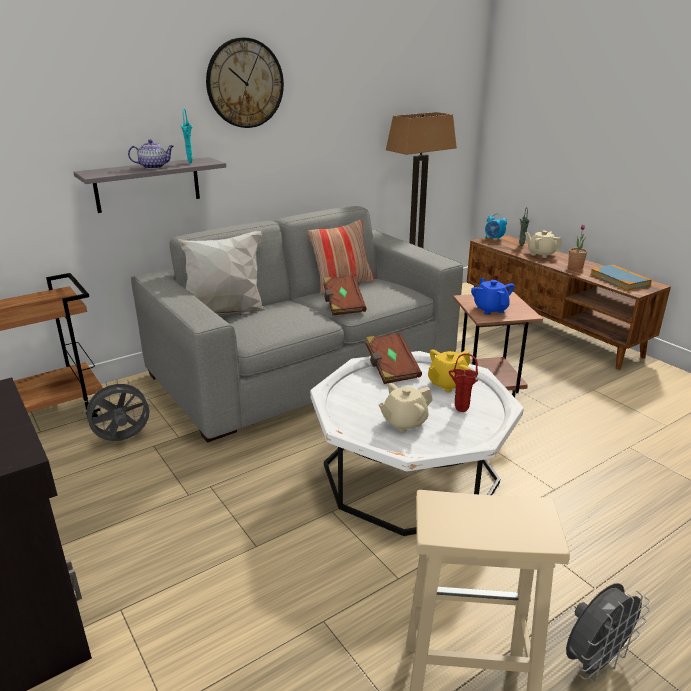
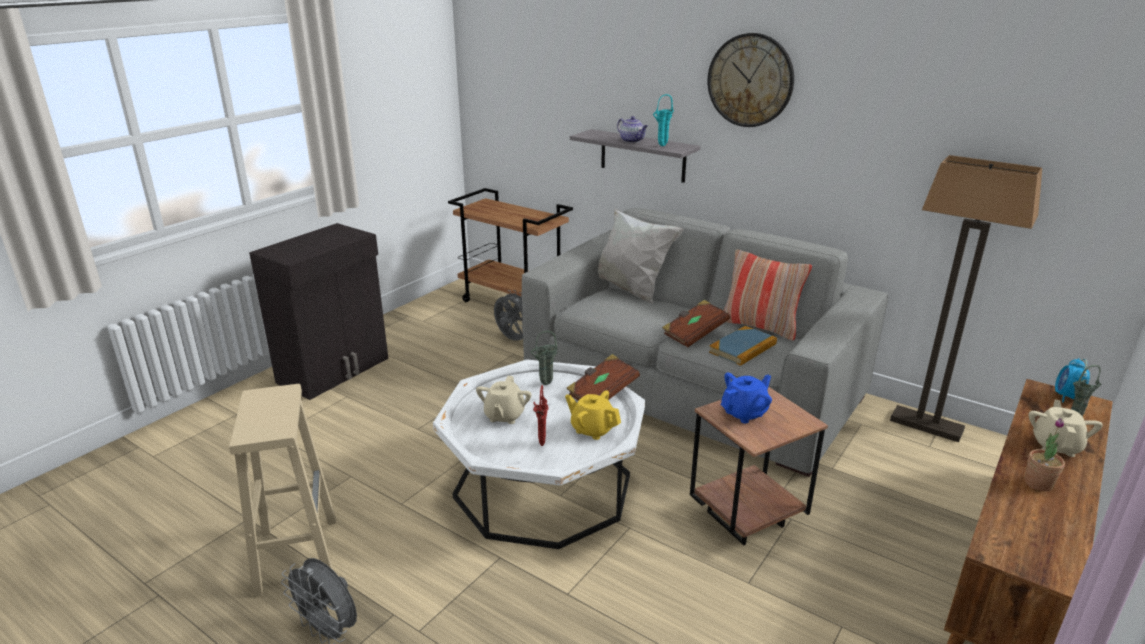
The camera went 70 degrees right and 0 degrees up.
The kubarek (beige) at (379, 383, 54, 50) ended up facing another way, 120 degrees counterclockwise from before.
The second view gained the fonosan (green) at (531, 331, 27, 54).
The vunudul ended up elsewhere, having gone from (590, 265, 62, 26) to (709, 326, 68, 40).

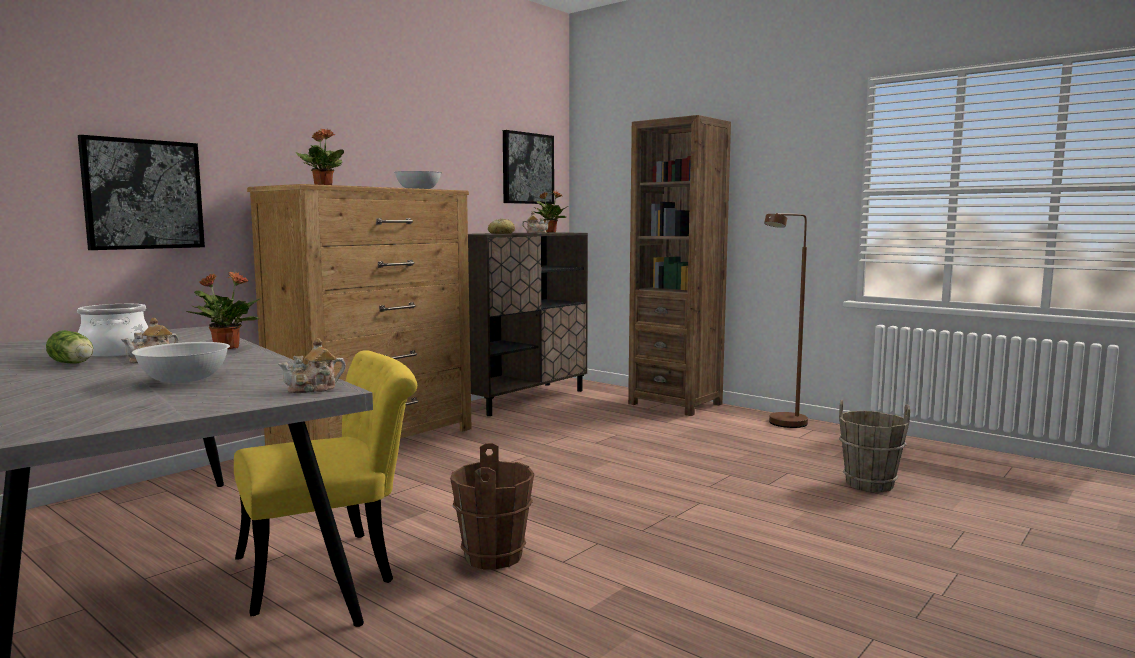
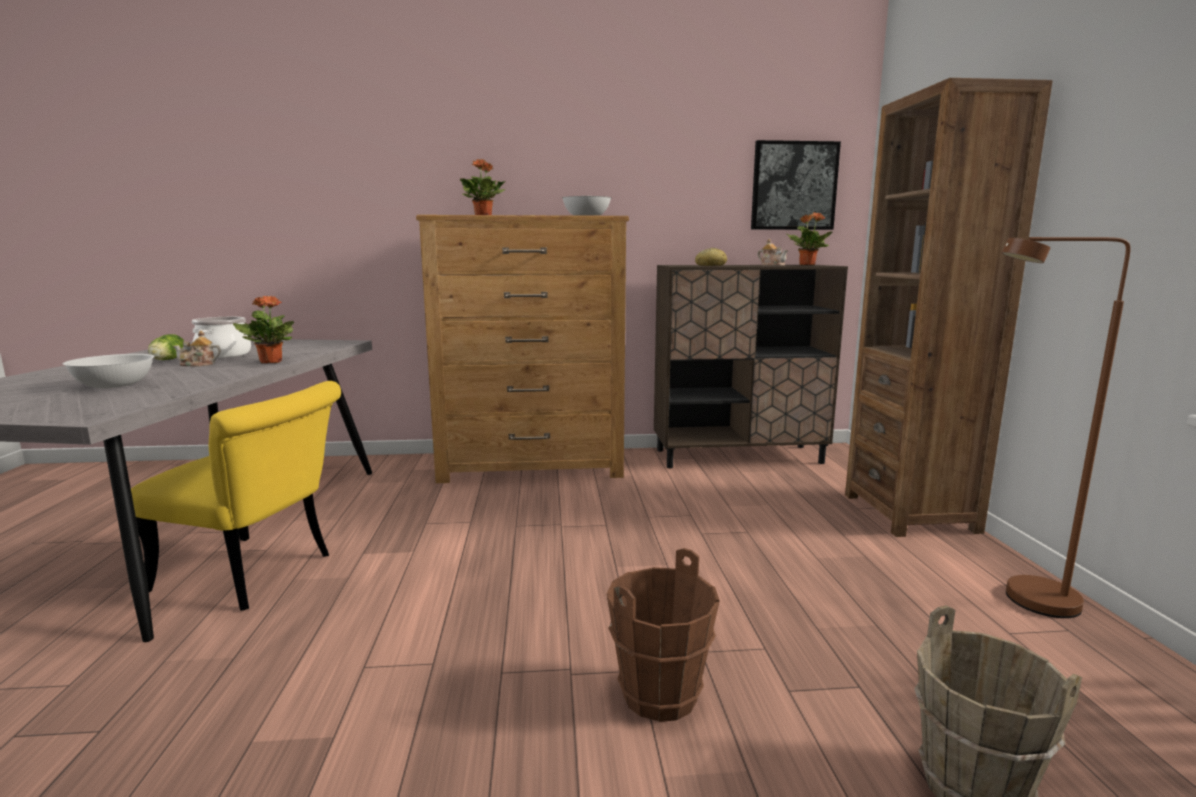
The camera went 45 degrees right and 5 degrees up.
The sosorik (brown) ended up elsewhere, having gone from (450, 443, 84, 127) to (607, 548, 112, 174).
The second view lost the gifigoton at (78, 135, 127, 115).
The second view lost the kubarek at (278, 338, 68, 55).

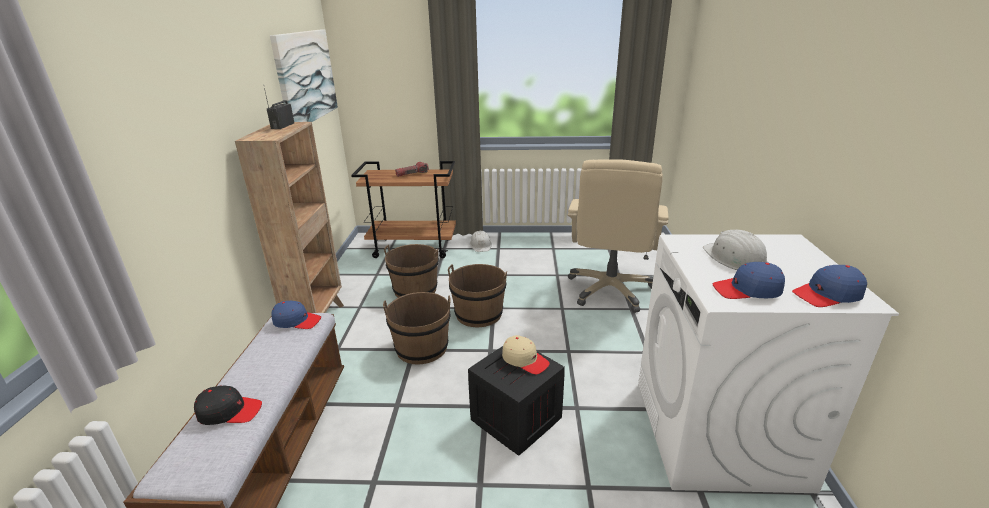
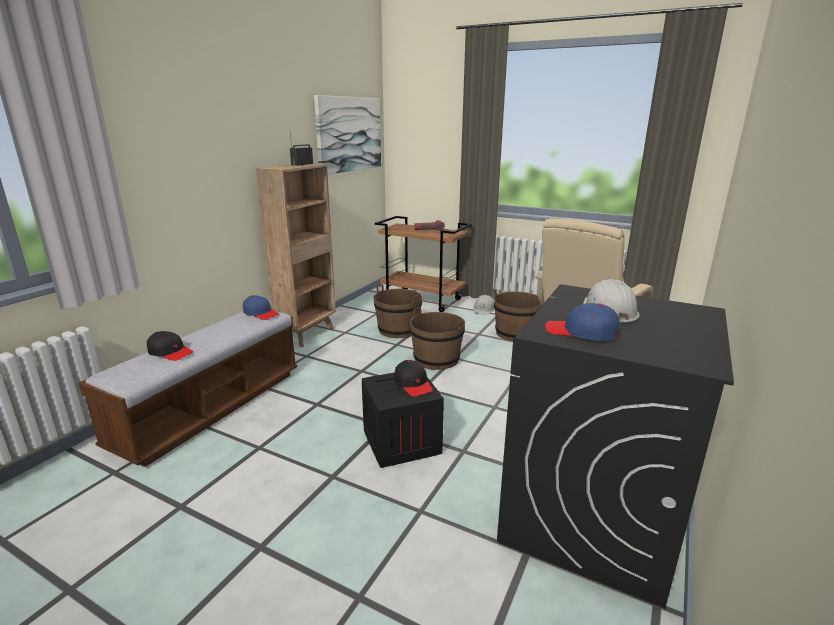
The camera went 25 degrees right and 5 degrees down.
What was the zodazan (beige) at (502, 335, 48, 39) turned into the zodazan (black) at (394, 360, 39, 37).
The sosorik (brown) ended up elsewhere, having gone from (383, 292, 68, 73) to (494, 289, 48, 52).
What was the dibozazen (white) at (638, 234, 261, 259) turned into the dibozazen (black) at (497, 284, 237, 324).
The second view lost the zodazan (blue) at (792, 265, 75, 42).

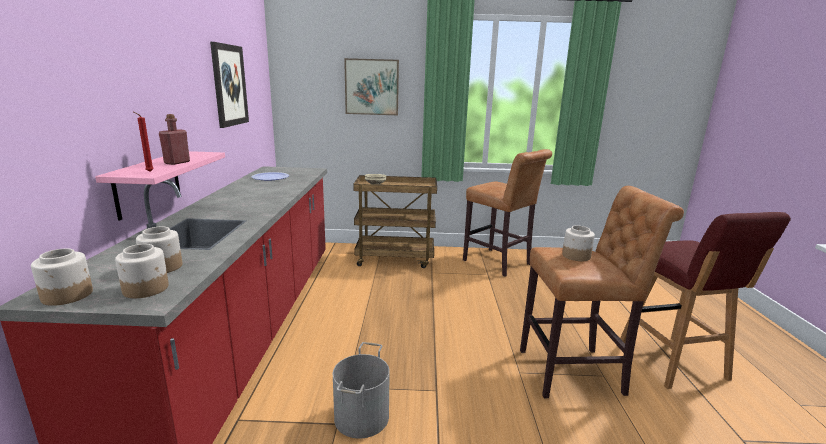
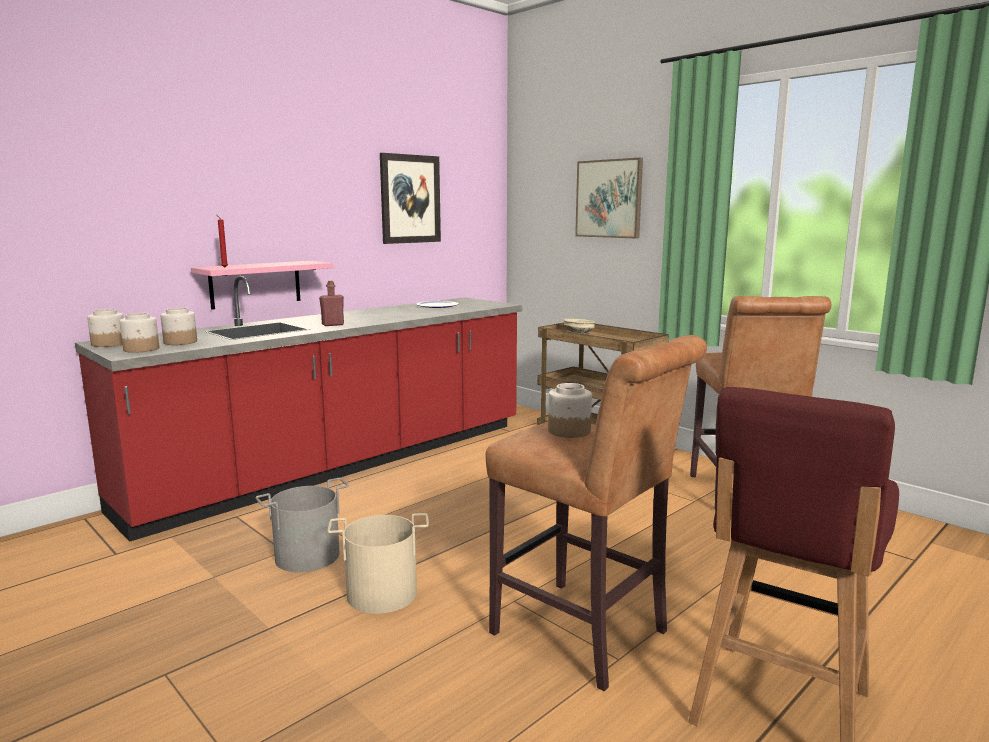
The camera went 45 degrees right and 5 degrees down.
The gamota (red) ended up elsewhere, having gone from (159, 114, 31, 51) to (319, 281, 25, 45).
The second view gained the sosorik (beige) at (328, 513, 101, 101).

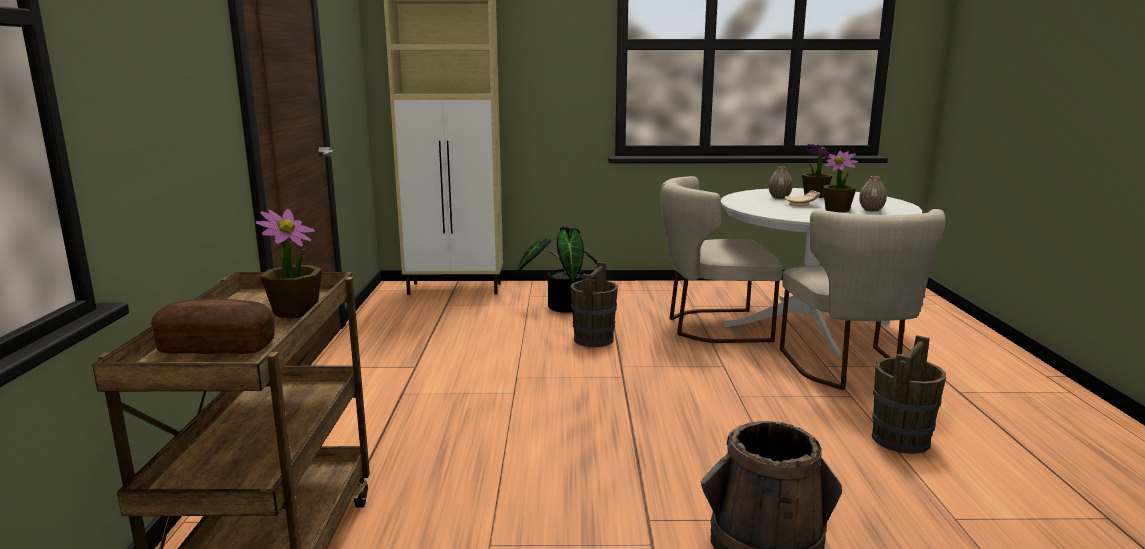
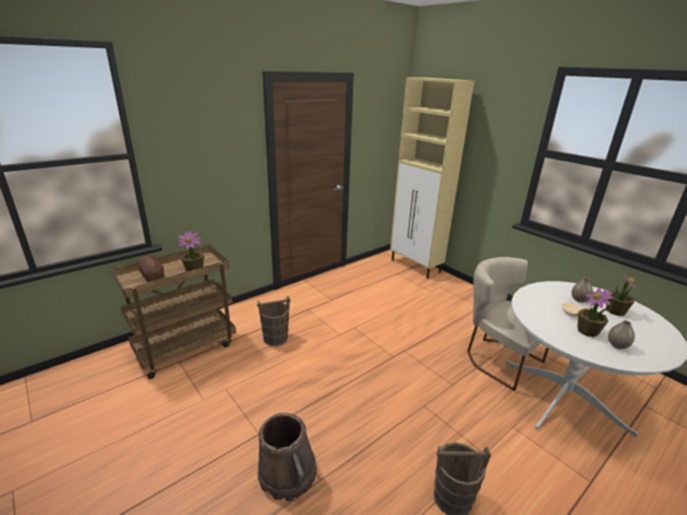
The camera went 50 degrees right and 10 degrees up.
The sosorik (brown) ended up elsewhere, having gone from (571, 262, 47, 85) to (257, 296, 34, 50).
The second view lost the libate at (516, 227, 81, 86).
The second view lost the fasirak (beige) at (780, 209, 166, 181).

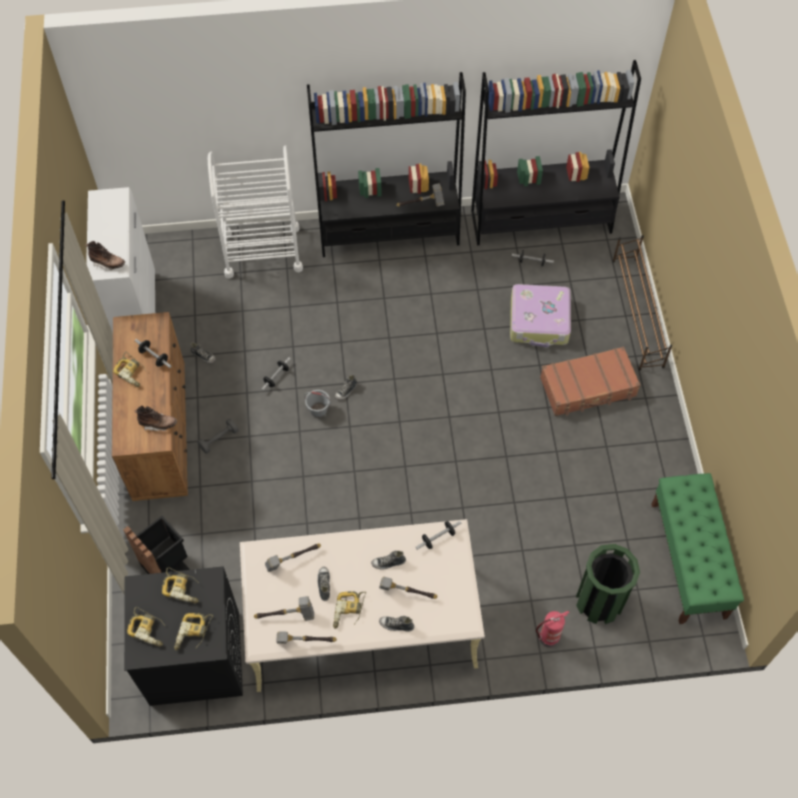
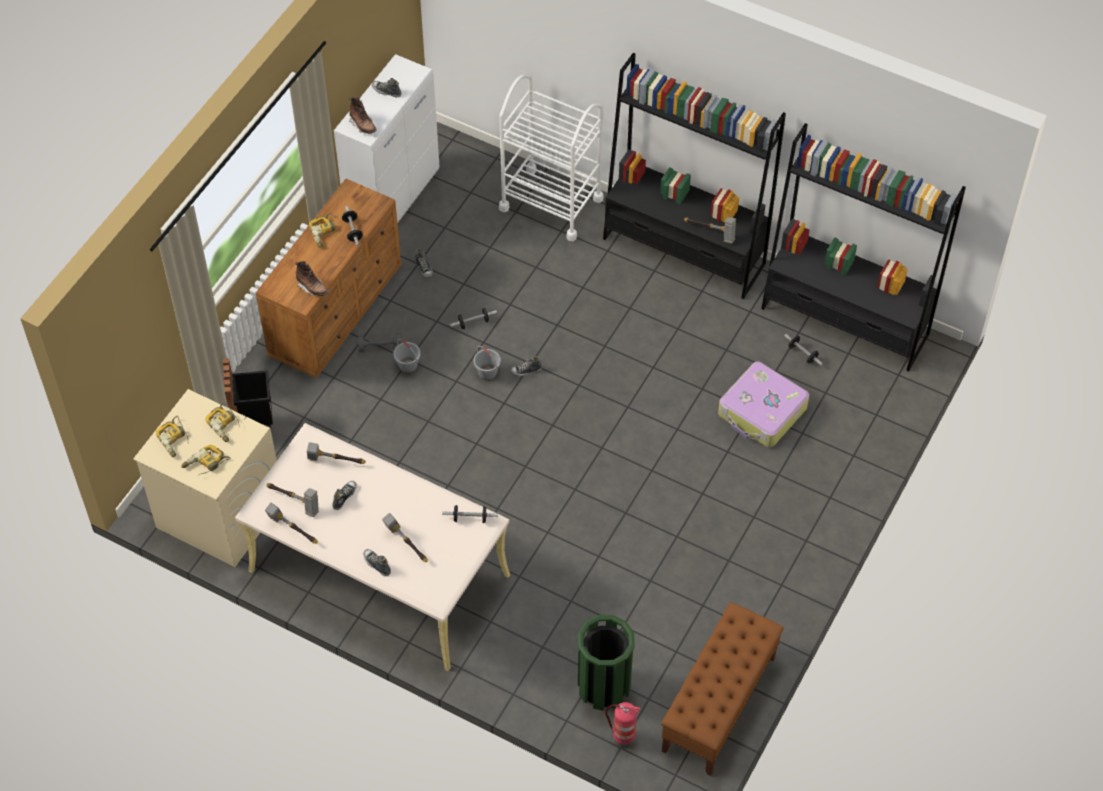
The camera went 35 degrees right and 5 degrees down.
What was the dibozazen (black) at (124, 566, 119, 140) turned into the dibozazen (beige) at (133, 389, 144, 178).
The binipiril ended up elsewhere, having gone from (371, 551, 35, 19) to (372, 78, 29, 19).
The second view gained the sosorik (grey) at (393, 339, 28, 35).
The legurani ended up elsewhere, having gone from (536, 611, 33, 37) to (605, 702, 36, 46).
What was the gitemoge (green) at (651, 473, 93, 151) turned into the gitemoge (brown) at (661, 602, 123, 174).
The second view lost the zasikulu at (333, 591, 33, 38).
The second view lost the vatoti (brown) at (540, 347, 100, 69).
The second view lost the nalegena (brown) at (612, 235, 60, 135).

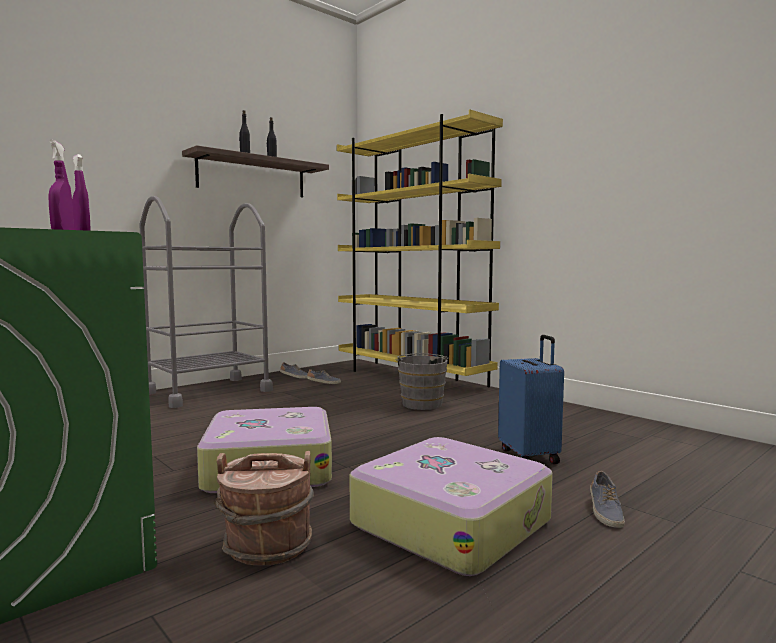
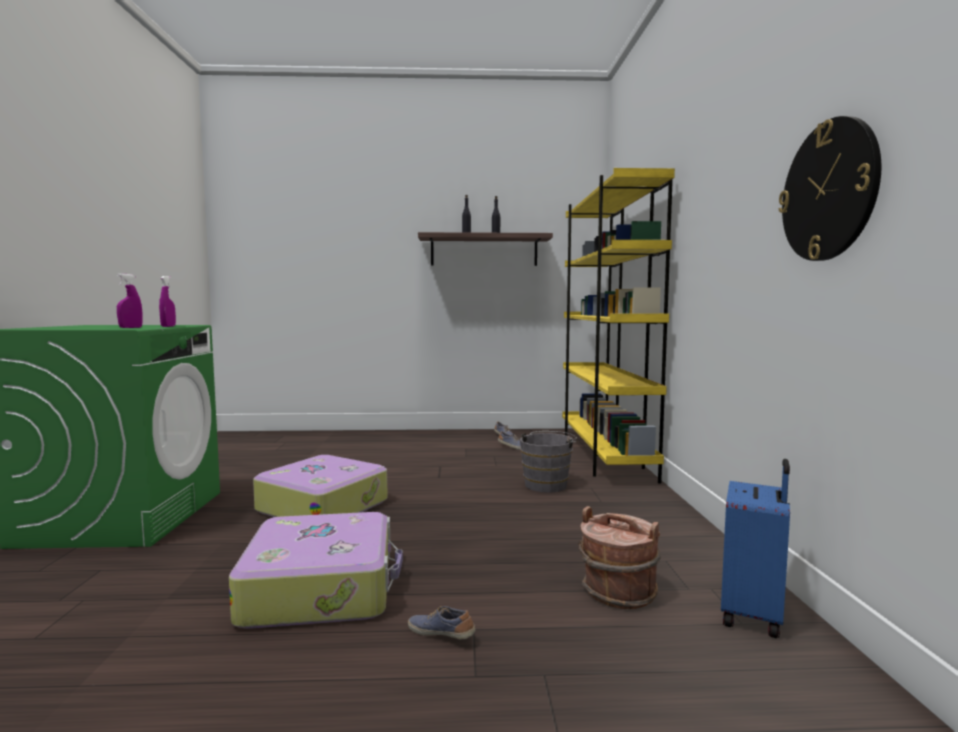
The camera went 40 degrees right and 0 degrees up.
The binipiril at (590, 471, 35, 57) ended up facing another way, 75 degrees clockwise from before.
The sosorik (brown) ended up elsewhere, having gone from (214, 451, 100, 114) to (578, 506, 83, 103).
The vatoti (blue) ended up elsewhere, having gone from (498, 335, 66, 129) to (721, 459, 69, 179).
The second view gained the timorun at (779, 116, 102, 145).
The second view lost the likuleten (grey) at (139, 196, 134, 212).

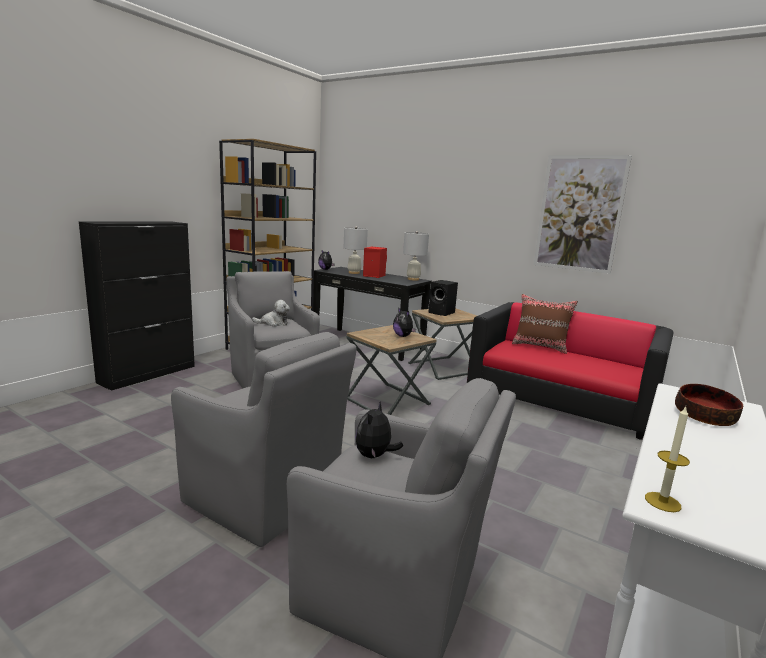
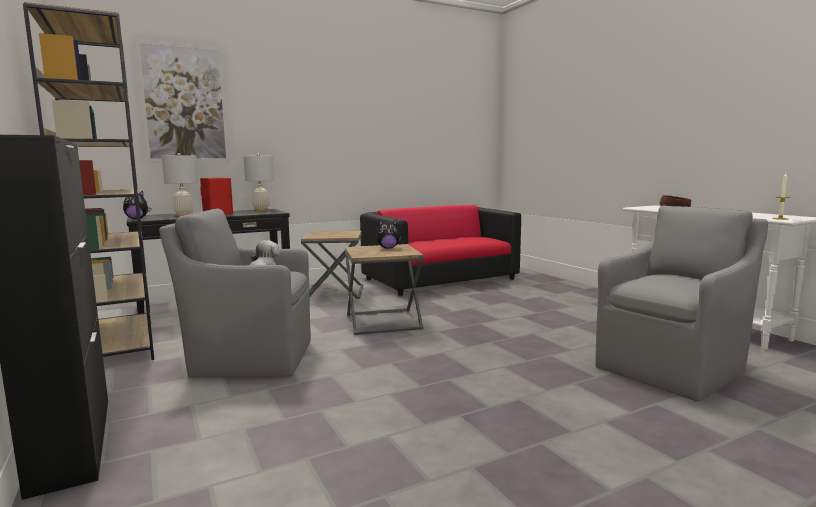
The camera went 60 degrees left and 5 degrees down.
The gifigoton ended up elsewhere, having gone from (534, 155, 98, 119) to (135, 40, 95, 122).
The second view lost the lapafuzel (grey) at (171, 332, 185, 215).
The second view lost the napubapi at (356, 402, 47, 56).
The second view lost the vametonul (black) at (428, 280, 30, 36).
The second view lost the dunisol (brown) at (512, 294, 66, 60).

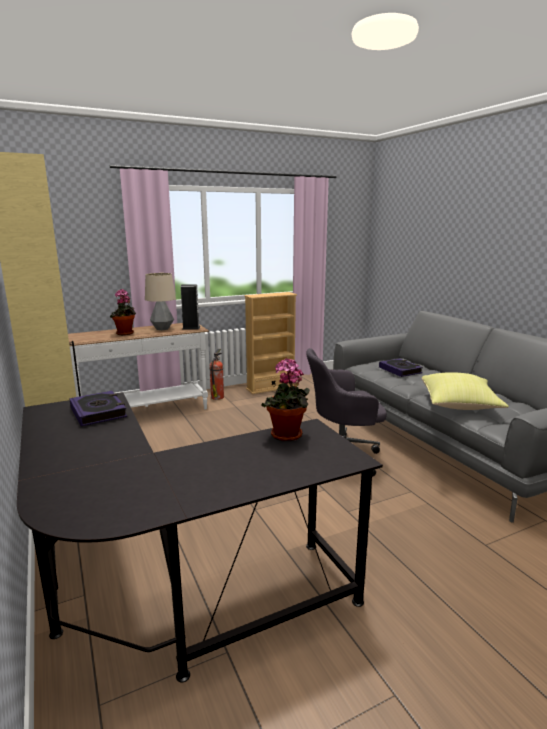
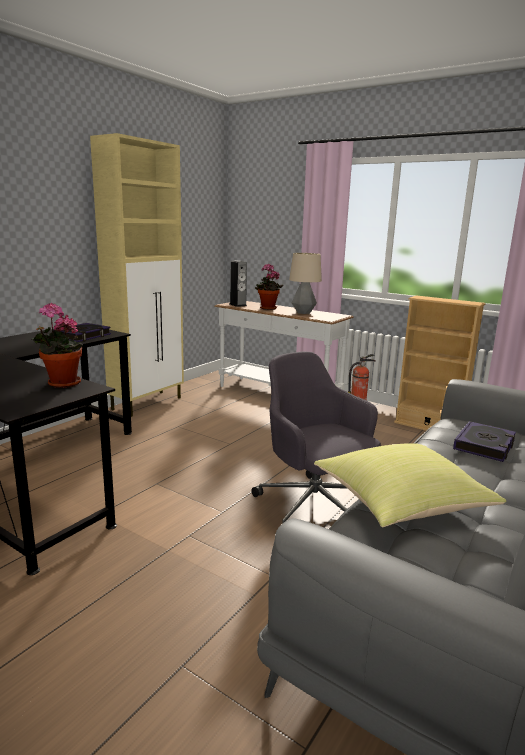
The camera went 60 degrees right and 0 degrees up.
The vametonul ended up elsewhere, having gone from (181, 285, 19, 44) to (230, 260, 17, 47).

